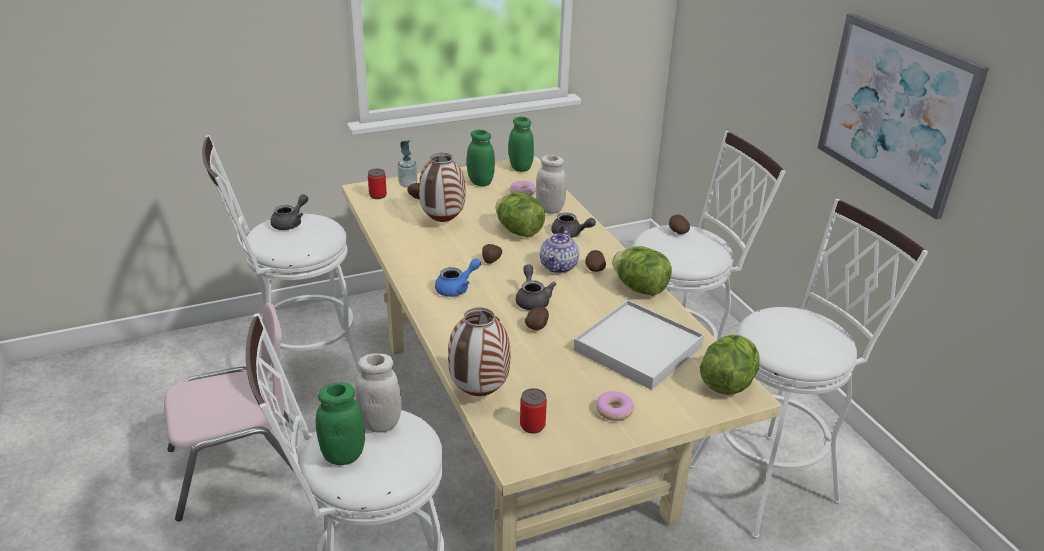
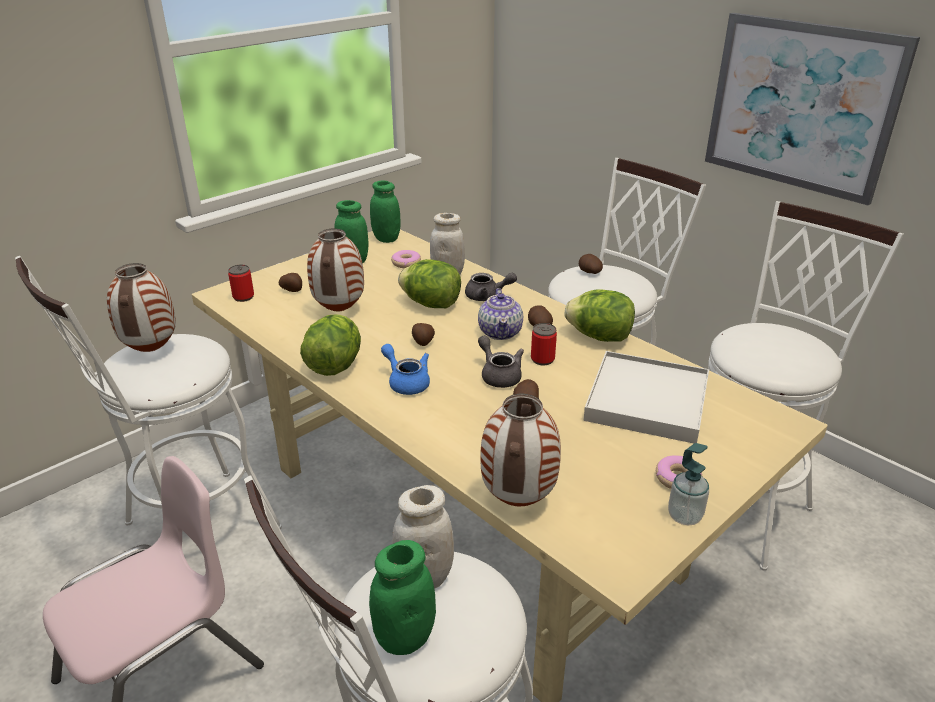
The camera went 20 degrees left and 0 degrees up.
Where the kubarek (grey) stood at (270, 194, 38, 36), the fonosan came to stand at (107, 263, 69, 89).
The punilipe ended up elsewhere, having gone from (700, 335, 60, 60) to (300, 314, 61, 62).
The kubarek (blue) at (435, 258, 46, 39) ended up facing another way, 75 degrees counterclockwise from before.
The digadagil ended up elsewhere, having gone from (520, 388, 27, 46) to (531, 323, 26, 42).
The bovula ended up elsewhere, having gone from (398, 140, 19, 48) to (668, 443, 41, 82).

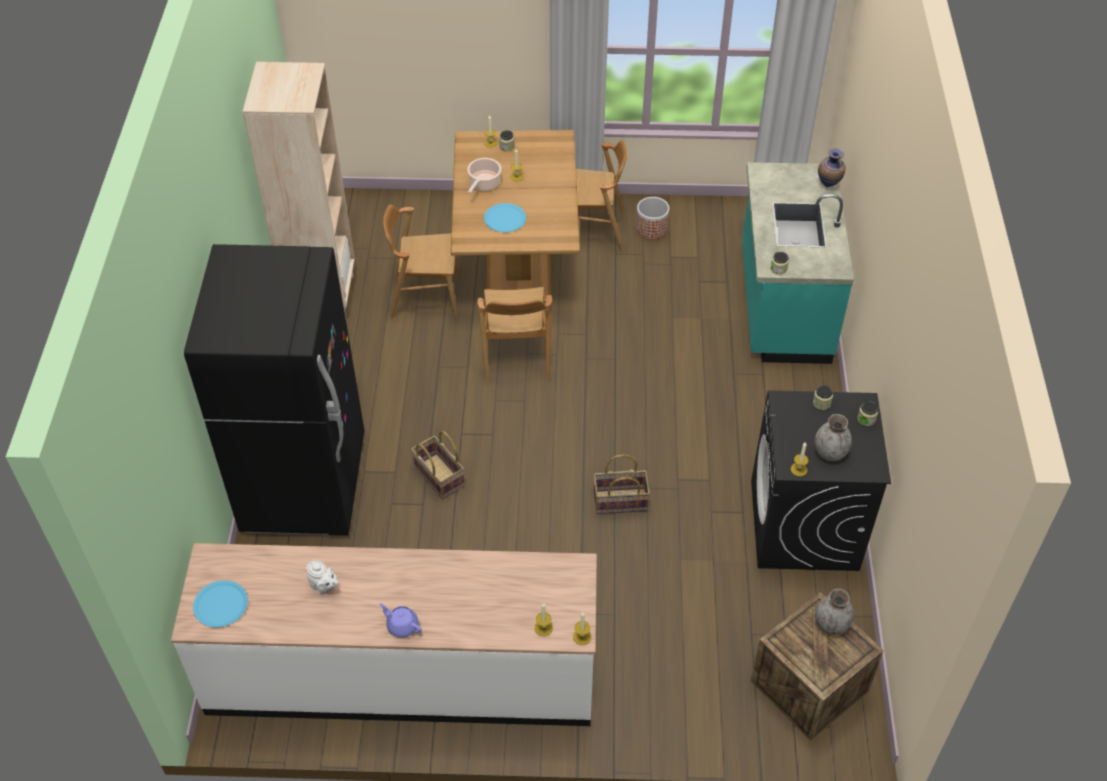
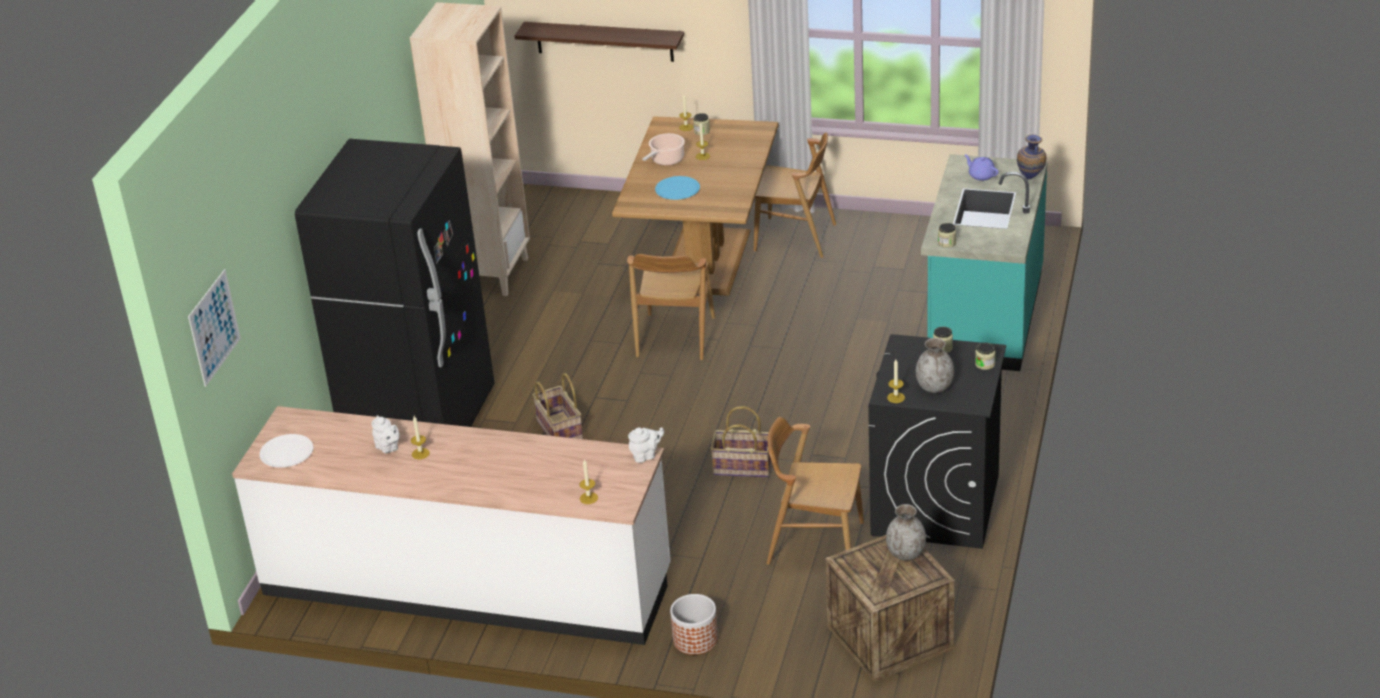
The camera went 15 degrees right and 15 degrees down.
The second view gained the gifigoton at (188, 269, 53, 118).
What was the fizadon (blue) at (193, 580, 55, 47) turned into the fizadon (white) at (259, 434, 54, 34).
The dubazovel ended up elsewhere, having gone from (573, 612, 18, 33) to (411, 416, 19, 43).
The second view gained the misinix at (514, 22, 170, 40).
The second view gained the kubarek (white) at (628, 427, 36, 36).
The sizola ended up elsewhere, having gone from (636, 197, 33, 43) to (670, 594, 48, 61).
The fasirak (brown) ended up elsewhere, having gone from (383, 204, 77, 114) to (767, 417, 97, 148).
The kubarek (purple) ended up elsewhere, having gone from (379, 603, 43, 35) to (964, 154, 35, 27).

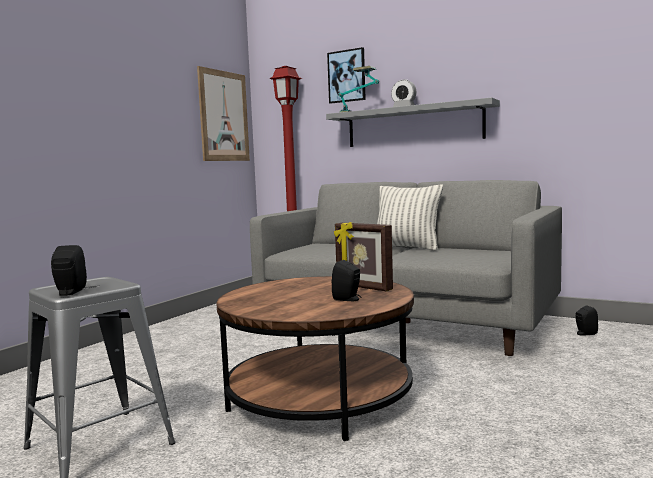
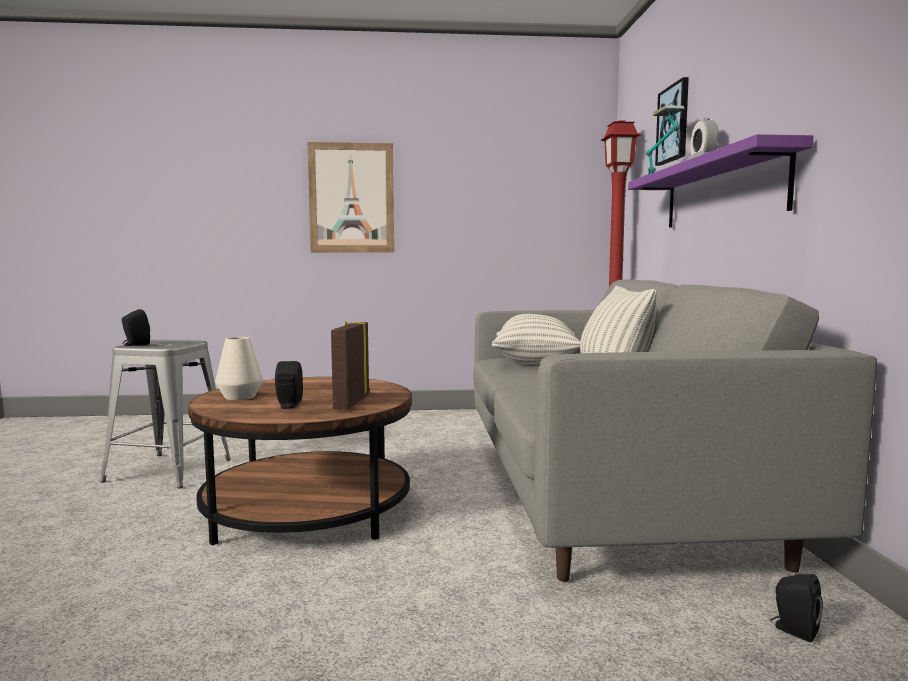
The camera went 55 degrees right and 0 degrees up.
The second view gained the fonosan (white) at (215, 337, 48, 63).
The gifigoton ended up elsewhere, having gone from (197, 66, 53, 95) to (308, 142, 86, 111).
The second view gained the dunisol at (492, 314, 88, 51).
What was the misinix (grey) at (326, 97, 174, 50) turned into the misinix (purple) at (628, 134, 185, 94).

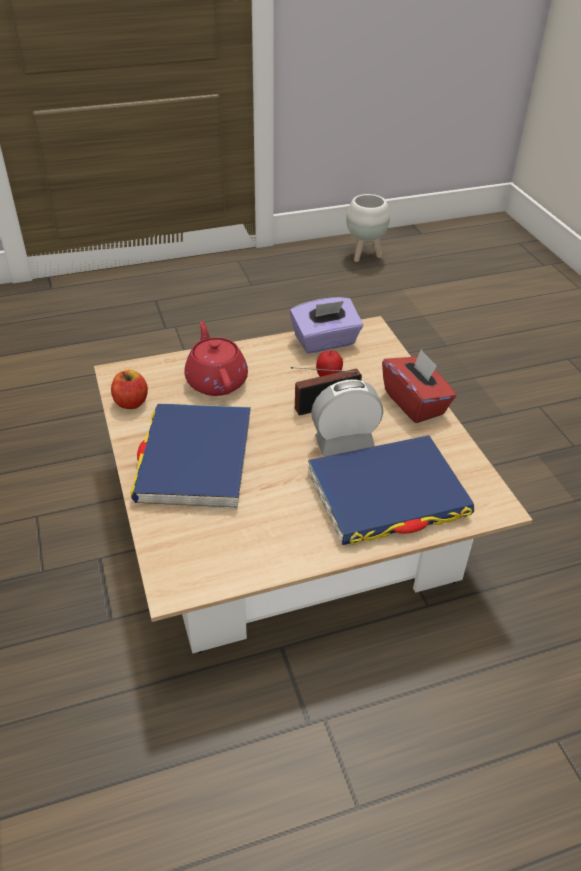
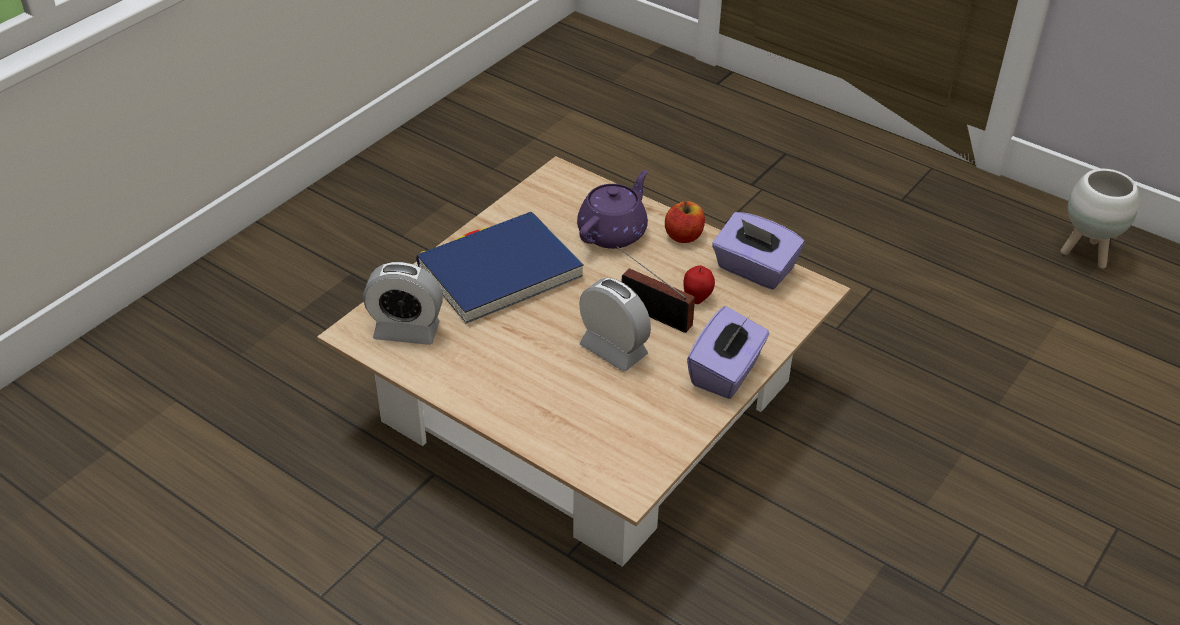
The camera went 55 degrees right and 0 degrees up.
The second view gained the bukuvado at (363, 262, 80, 83).
What was the kubarek (red) at (185, 321, 63, 75) turned into the kubarek (purple) at (577, 170, 71, 79).
The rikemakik ended up elsewhere, having gone from (111, 370, 37, 39) to (665, 201, 40, 42).
What was the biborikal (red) at (382, 349, 74, 74) turned into the biborikal (purple) at (687, 306, 82, 93).
The second view lost the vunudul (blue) at (308, 435, 166, 110).

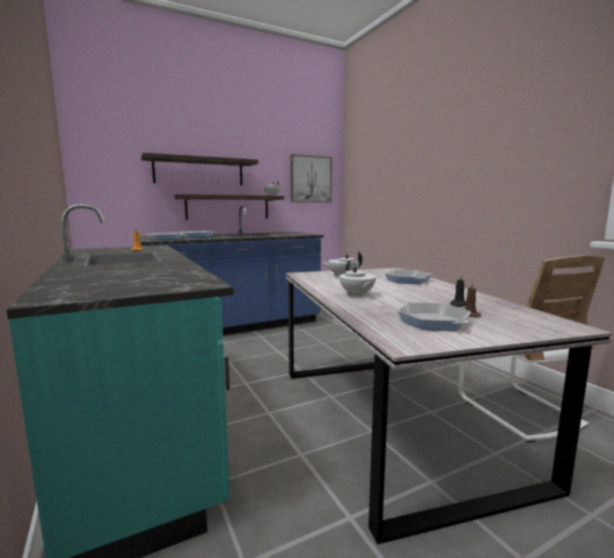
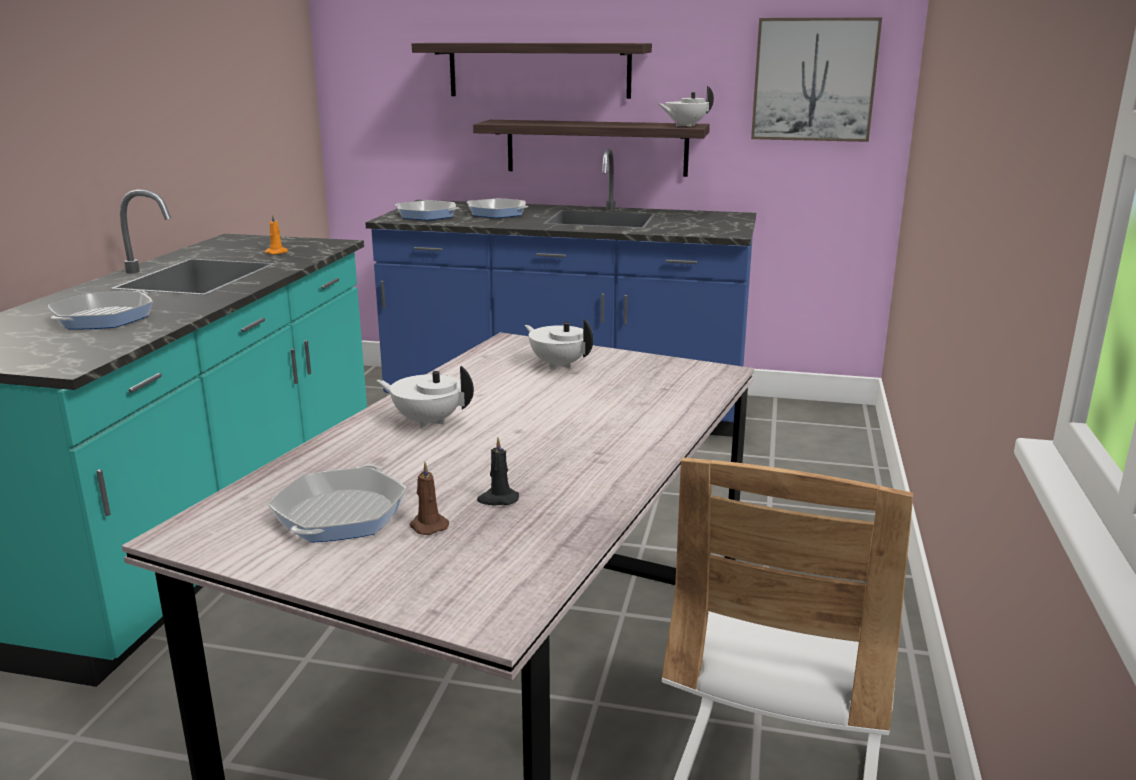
The camera went 40 degrees right and 10 degrees up.
The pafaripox ended up elsewhere, having gone from (384, 269, 48, 15) to (48, 290, 105, 40).
The kubarek (white) at (339, 261, 37, 36) ended up facing another way, 90 degrees clockwise from before.

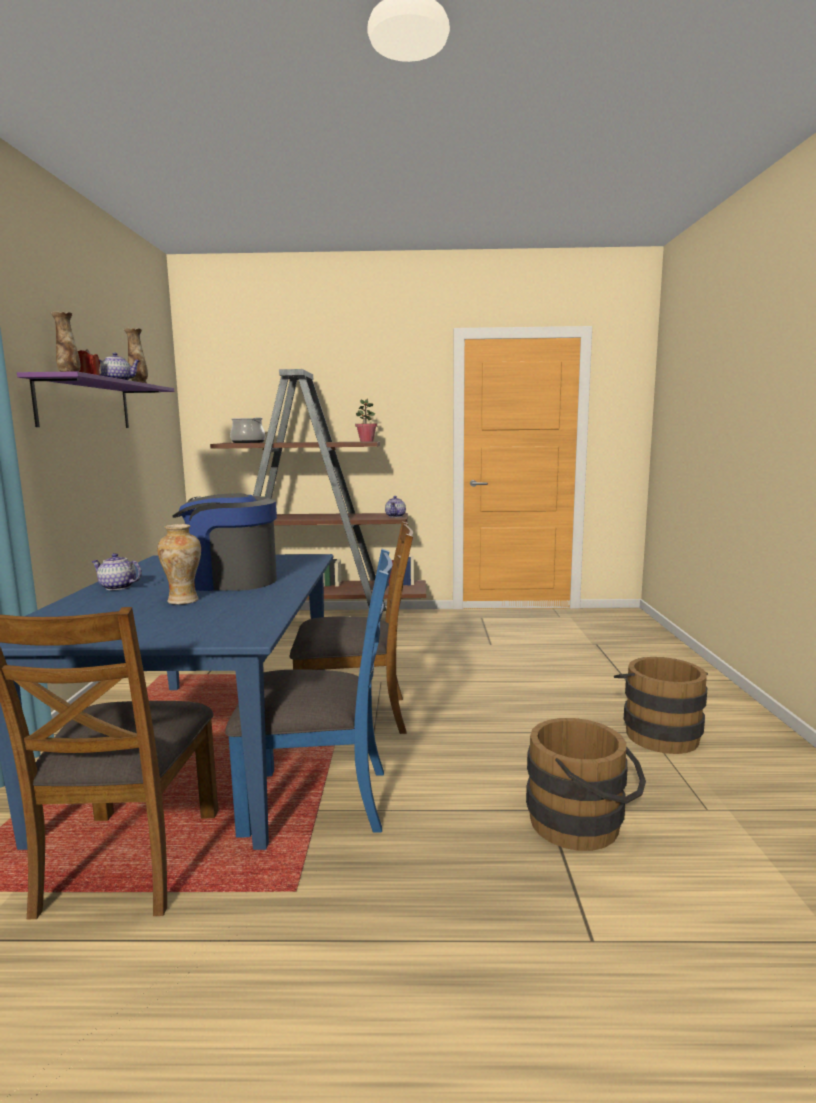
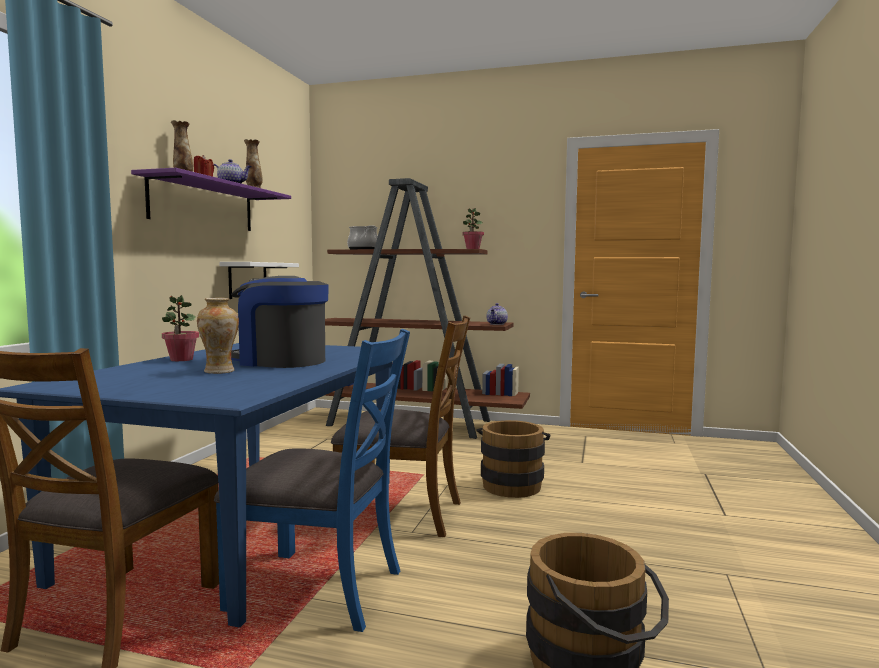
The camera went 15 degrees right and 5 degrees down.
Where the kubarek stood at (91, 553, 51, 37), the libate came to stand at (162, 295, 37, 66).
The second view gained the misinix (white) at (219, 262, 80, 37).
The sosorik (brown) ended up elsewhere, having gone from (614, 657, 94, 97) to (477, 420, 73, 78).

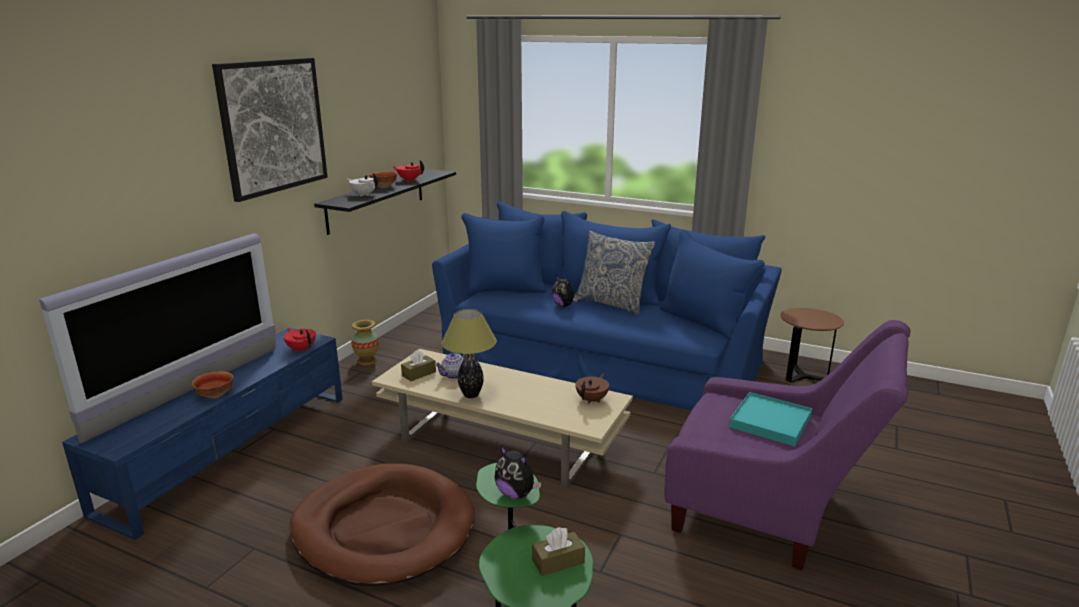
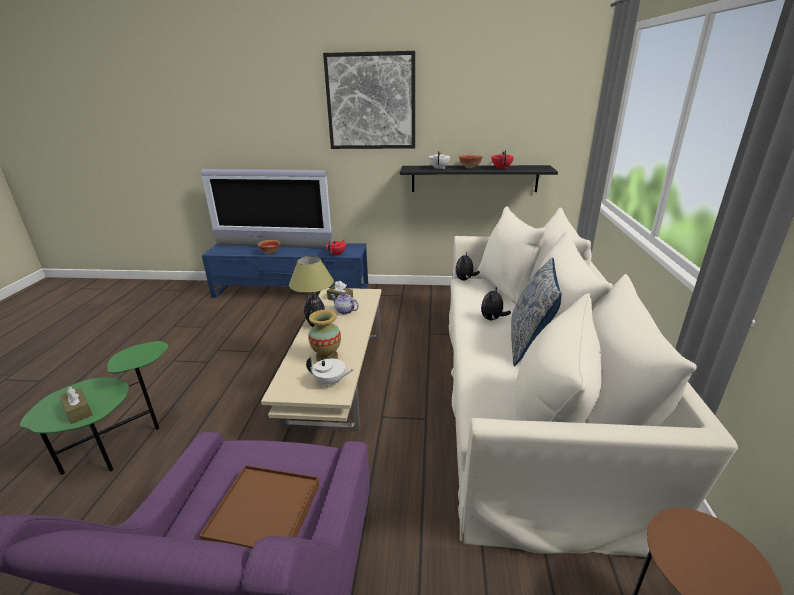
The camera went 70 degrees right and 5 degrees up.
What was the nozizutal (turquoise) at (729, 392, 83, 54) turned into the nozizutal (brown) at (199, 465, 120, 84).
What was the kubarek (brown) at (575, 374, 34, 30) turned into the kubarek (white) at (306, 357, 48, 30).
The fonosan ended up elsewhere, having gone from (351, 320, 28, 45) to (309, 310, 32, 52).
What was the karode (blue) at (432, 201, 350, 210) turned into the karode (beige) at (449, 206, 289, 351).
The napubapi ended up elsewhere, having gone from (495, 445, 46, 54) to (455, 252, 25, 28).
The second view lost the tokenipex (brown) at (289, 464, 186, 122).

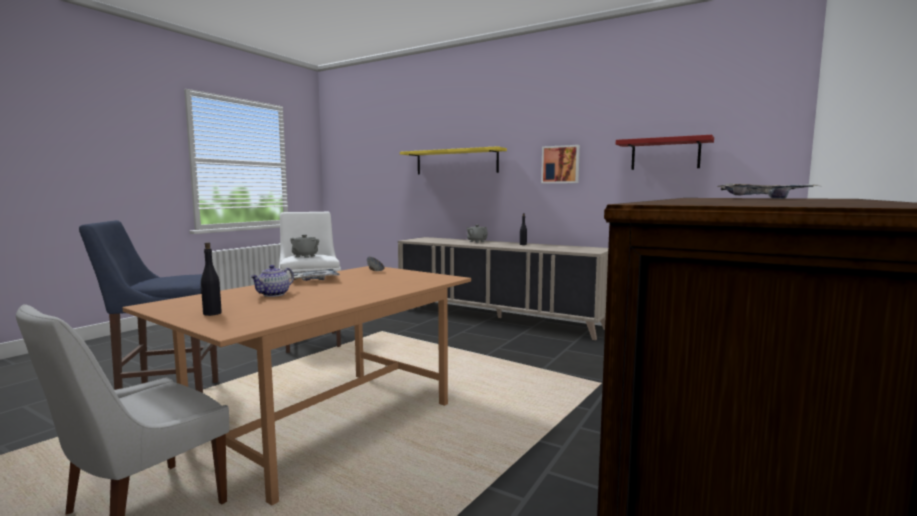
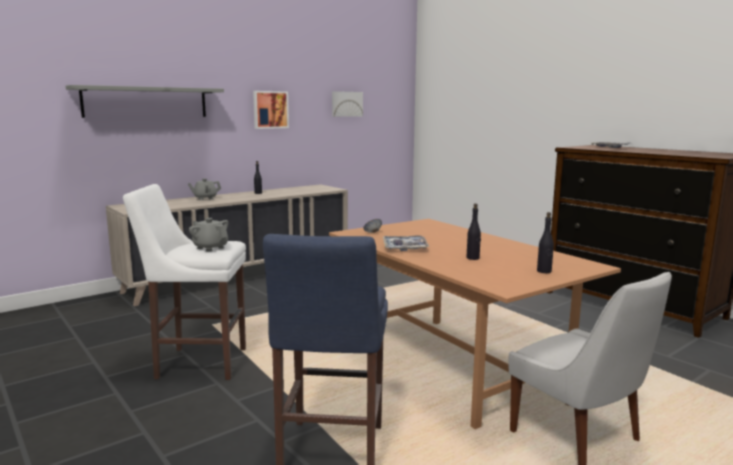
The camera went 70 degrees left and 5 degrees up.
What was the misinix (yellow) at (400, 146, 107, 28) turned into the misinix (grey) at (66, 85, 158, 33).
Where the misinix (red) hung at (616, 135, 98, 35), the gifigoton came to hang at (332, 91, 31, 26).
Where the kubarek stood at (250, 265, 44, 32), the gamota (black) came to stand at (466, 203, 15, 57).

